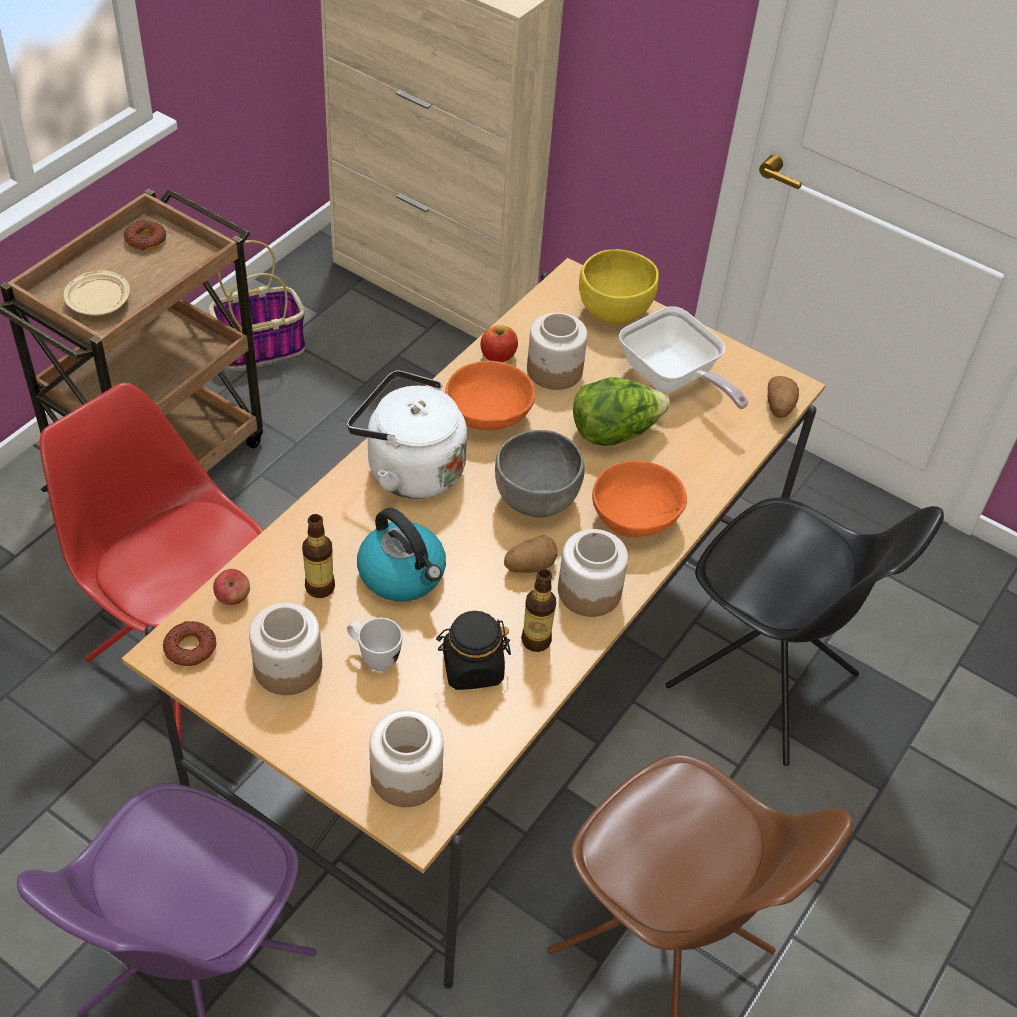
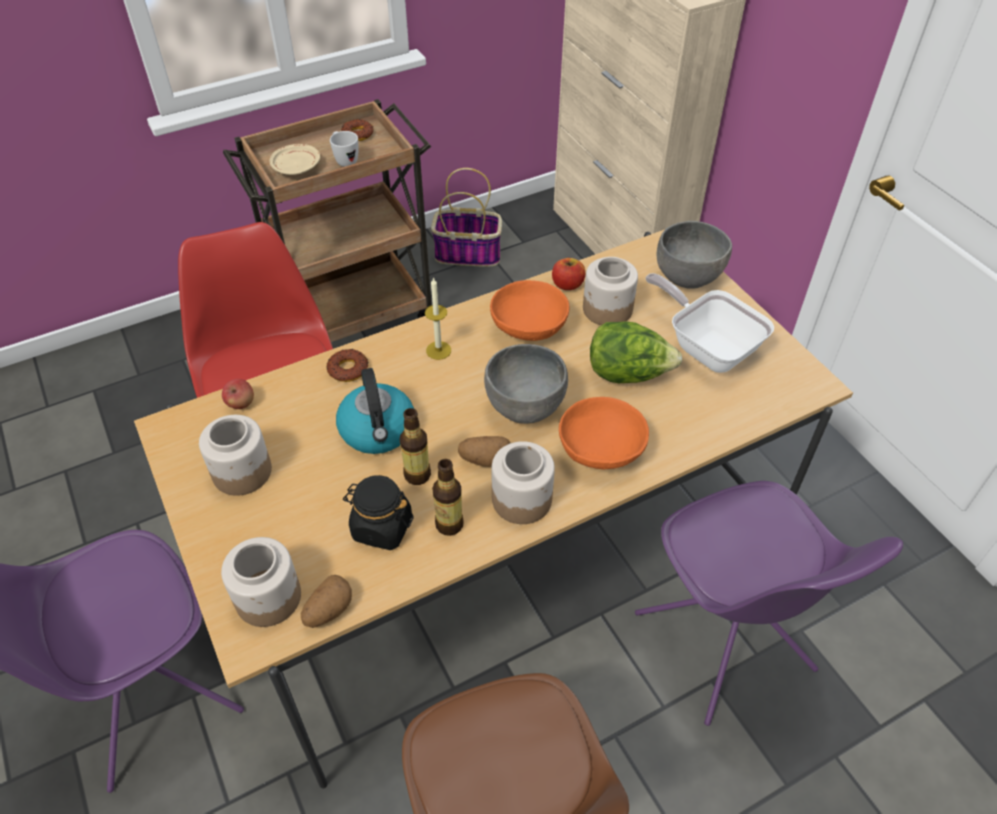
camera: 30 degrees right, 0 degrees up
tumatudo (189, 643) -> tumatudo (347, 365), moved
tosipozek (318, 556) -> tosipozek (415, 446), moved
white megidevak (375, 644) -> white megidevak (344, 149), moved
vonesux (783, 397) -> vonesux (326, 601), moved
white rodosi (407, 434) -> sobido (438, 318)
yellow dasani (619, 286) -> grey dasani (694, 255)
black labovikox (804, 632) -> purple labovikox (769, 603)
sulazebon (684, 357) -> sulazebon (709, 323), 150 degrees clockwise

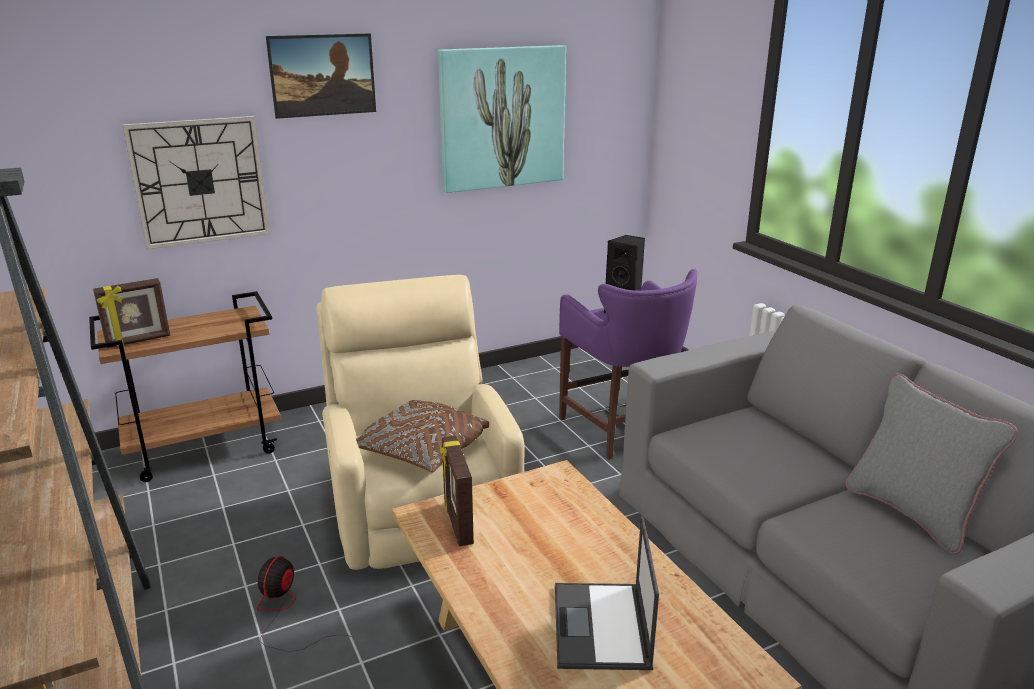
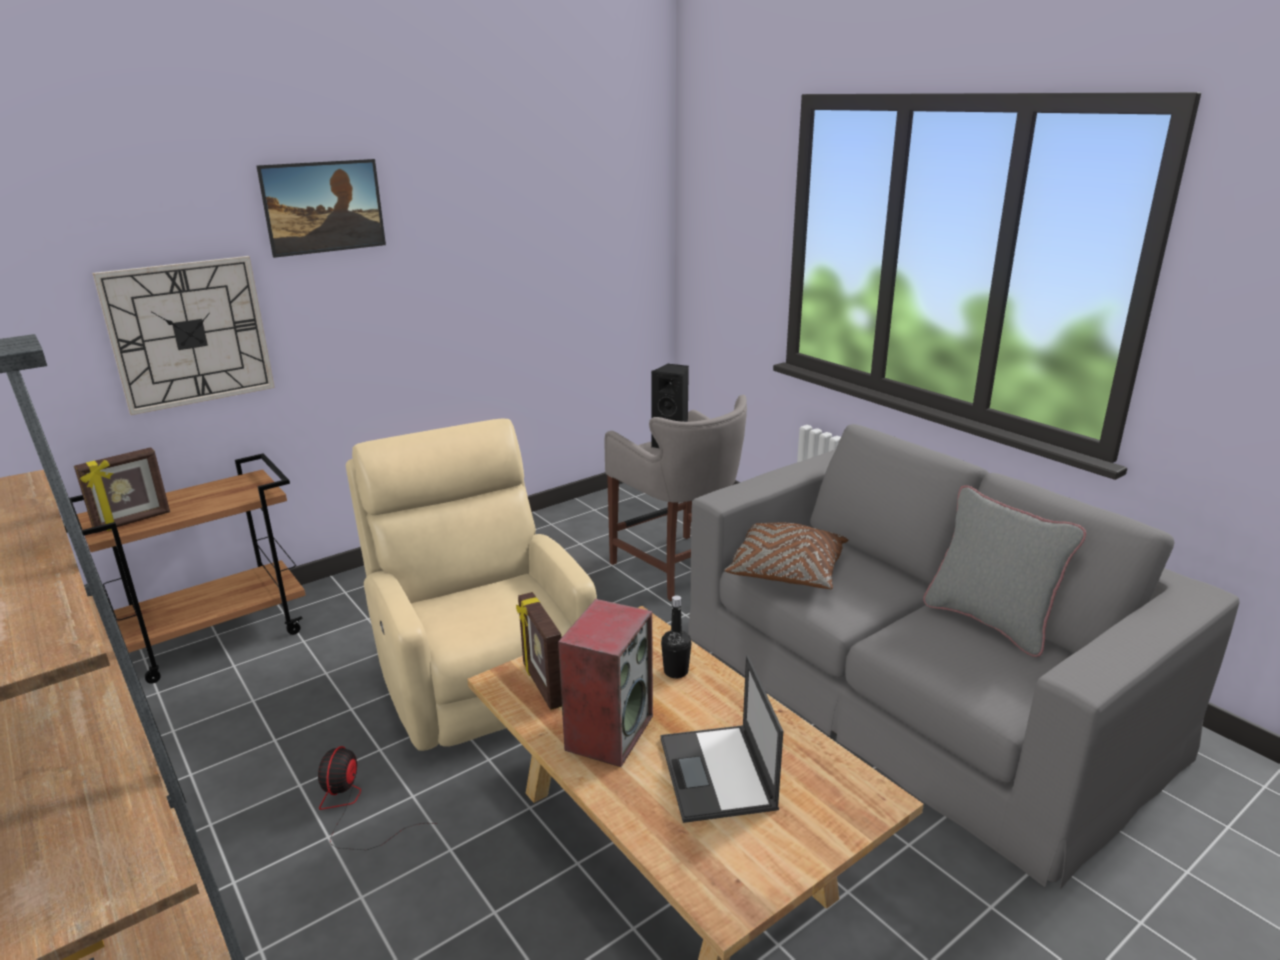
camera: 10 degrees left, 0 degrees up
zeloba (502, 119) -> none
none -> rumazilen (605, 683)
none -> black tosipozek (676, 636)
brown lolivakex (422, 436) -> brown lolivakex (786, 556), moved
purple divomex (628, 364) -> grey divomex (676, 498)

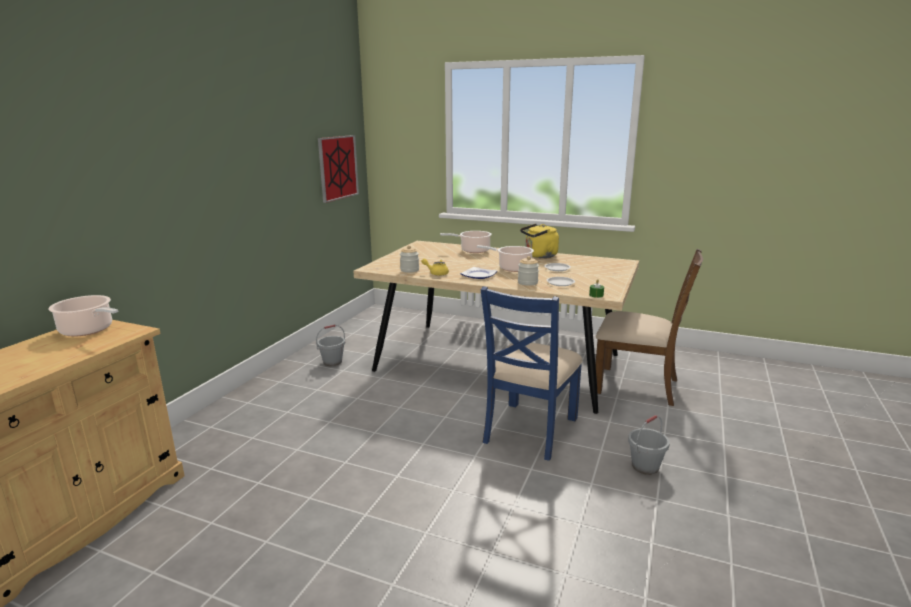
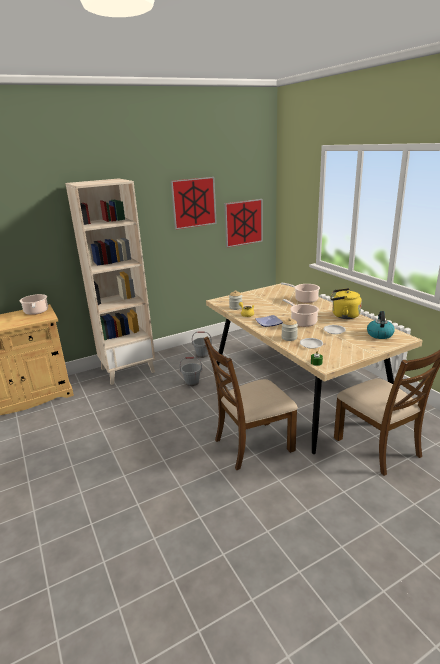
camera: 40 degrees right, 5 degrees up
none -> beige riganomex (110, 281)
none -> zeloba (194, 203)
none -> rodosi (381, 325)
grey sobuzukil (649, 445) -> grey sobuzukil (191, 371), moved
blue labovikox (532, 373) -> brown labovikox (251, 403)

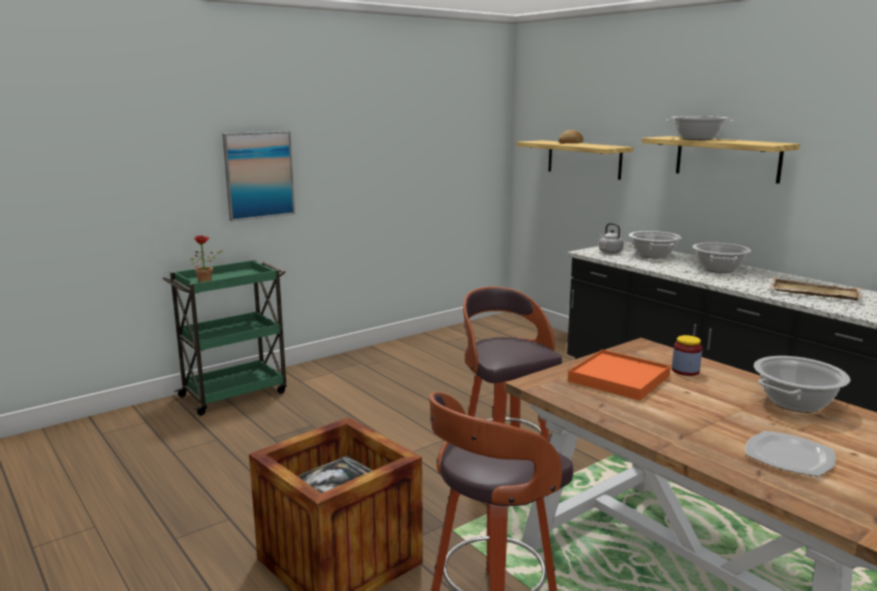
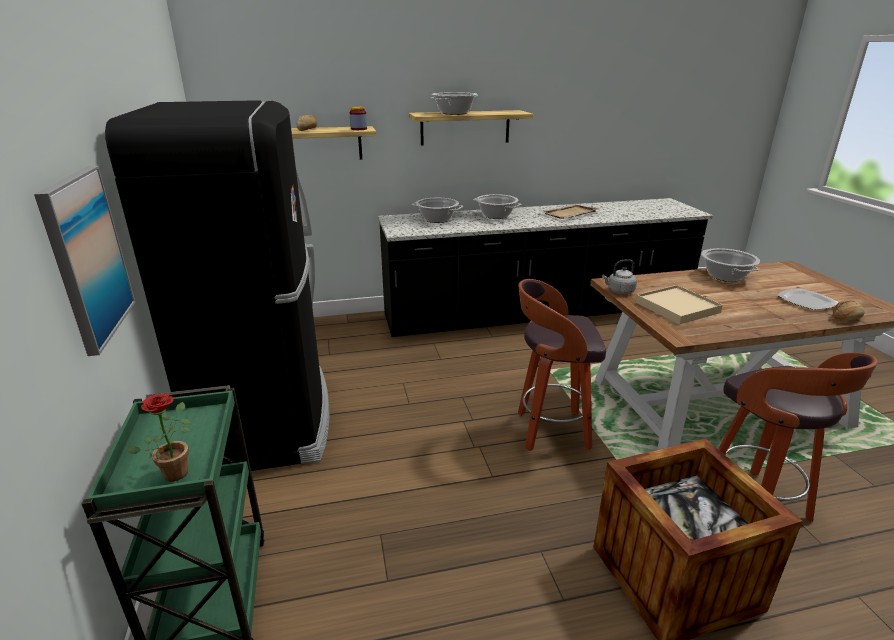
camera: 65 degrees left, 10 degrees up
none -> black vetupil (217, 285)
none -> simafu (849, 311)
grey rodosi (611, 238) -> grey rodosi (619, 276), moved
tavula (687, 355) -> tavula (358, 118), moved
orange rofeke (619, 375) -> beige rofeke (679, 305)

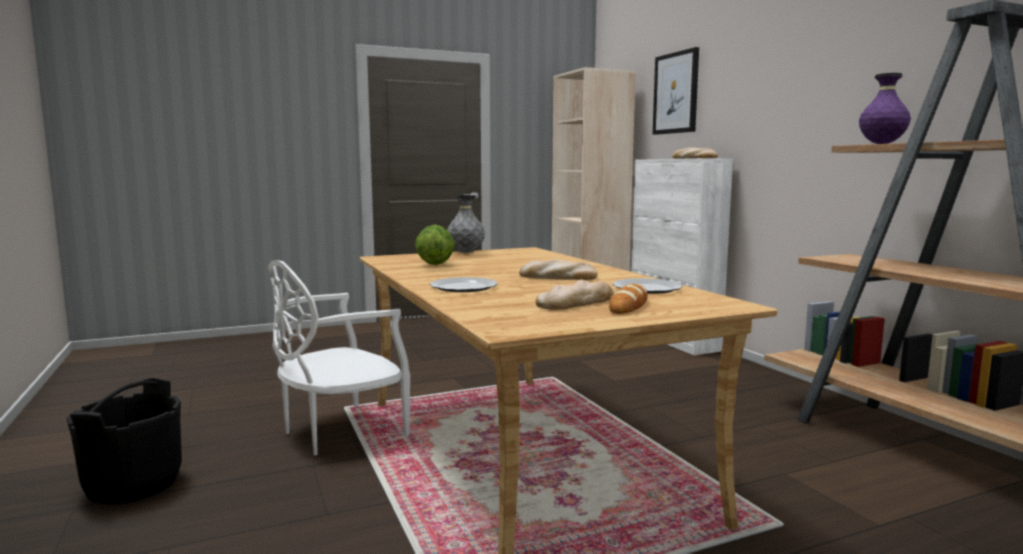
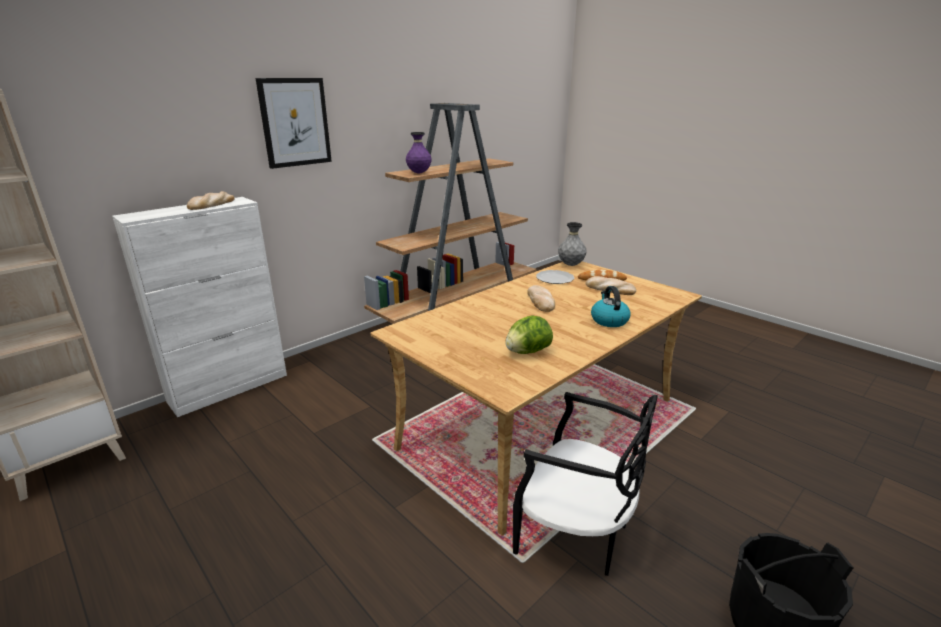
camera: 110 degrees left, 15 degrees up
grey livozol (466, 224) -> grey livozol (572, 244), moved
zeloba (676, 91) -> zeloba (294, 123), moved
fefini (463, 284) -> rodosi (610, 306)
white labovikox (339, 357) -> black labovikox (585, 484)

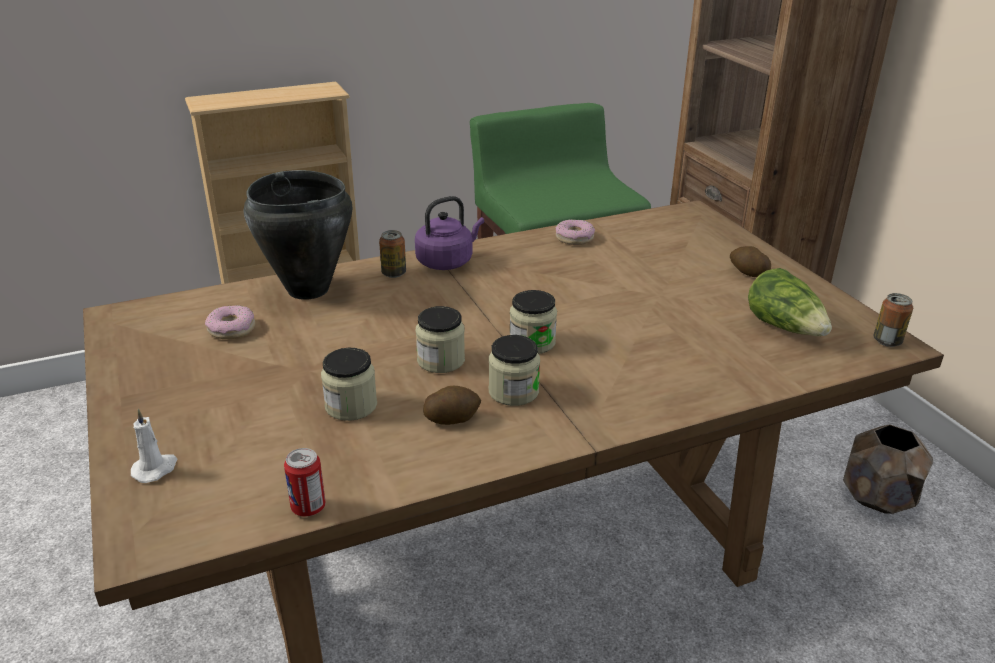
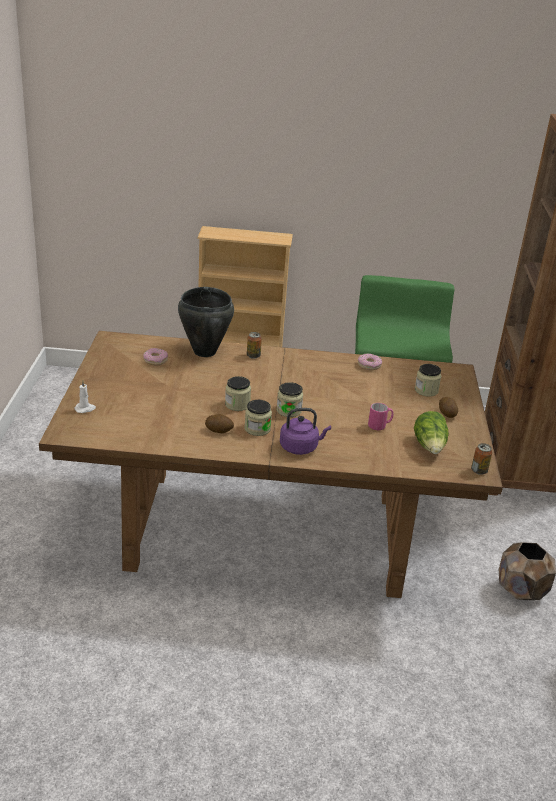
camera: 25 degrees right, 0 degrees up
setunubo (305, 482) -> none
none -> pink megidevak (380, 416)
tavula (349, 384) -> tavula (428, 380), moved
purple rodosi (449, 233) -> purple rodosi (305, 431), moved

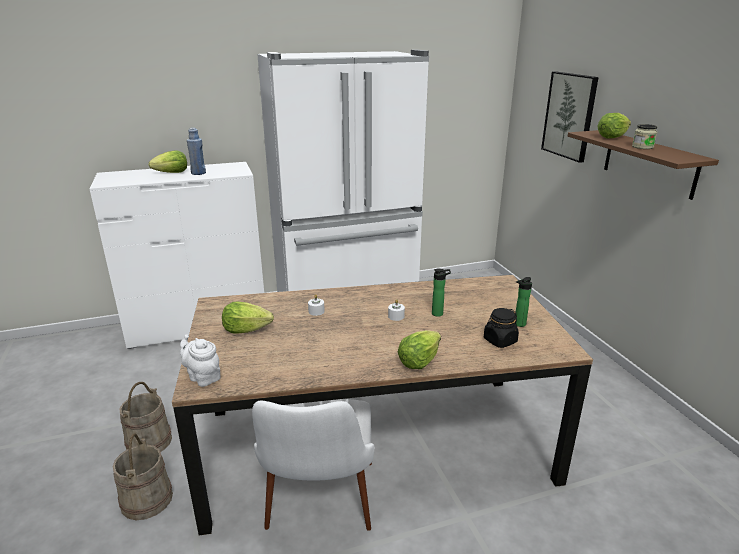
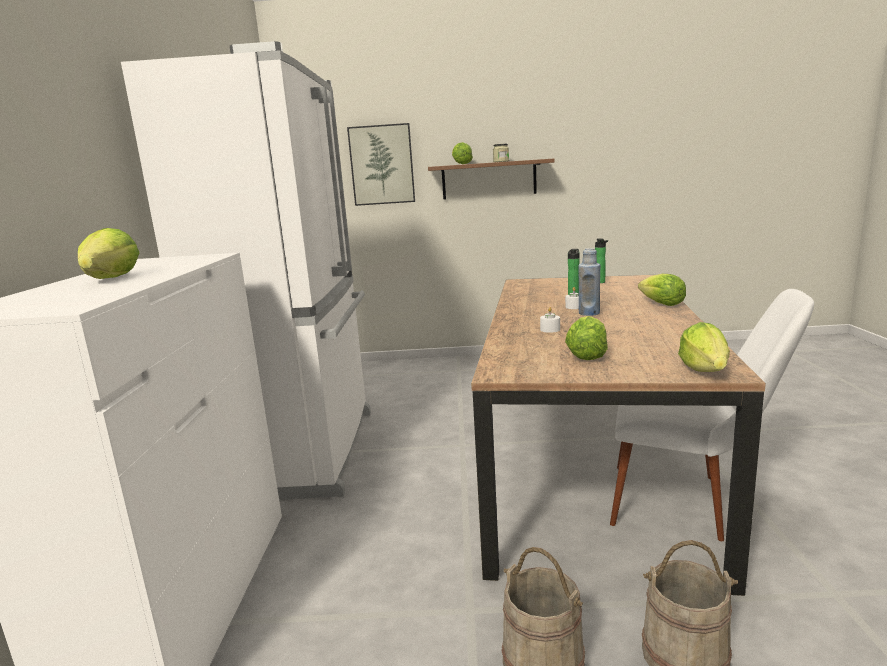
camera: 70 degrees left, 10 degrees down
black tavula (501, 328) -> none
blue tosipozek (196, 151) -> blue tosipozek (590, 282), moved
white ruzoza (200, 360) -> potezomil (704, 347)

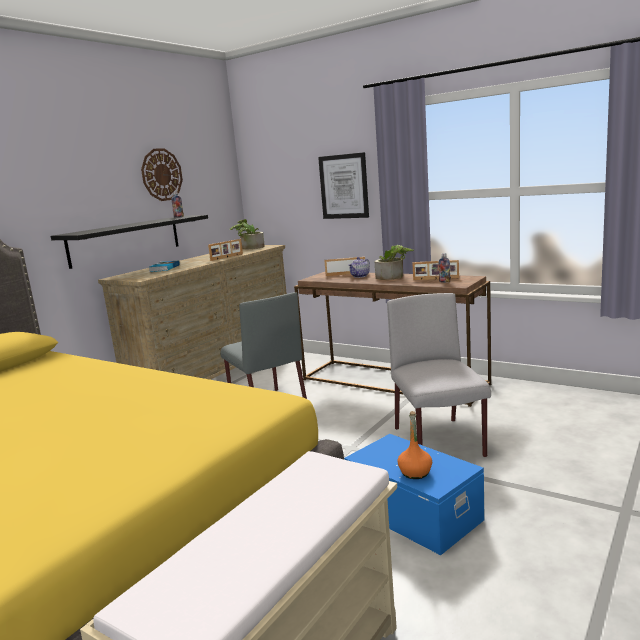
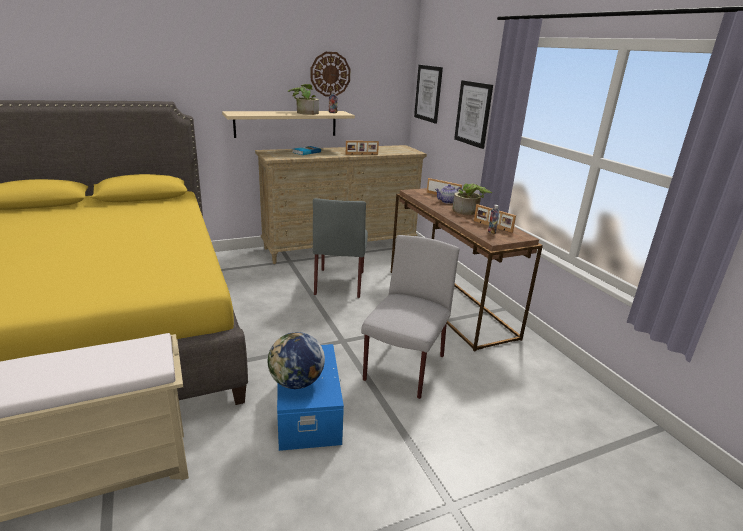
camera: 30 degrees right, 10 degrees up
none -> zeloba (428, 94)
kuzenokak (247, 234) -> kuzenokak (303, 99), moved
orange tosipozek (414, 445) -> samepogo (296, 360)
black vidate (129, 242) -> beige vidate (288, 124)

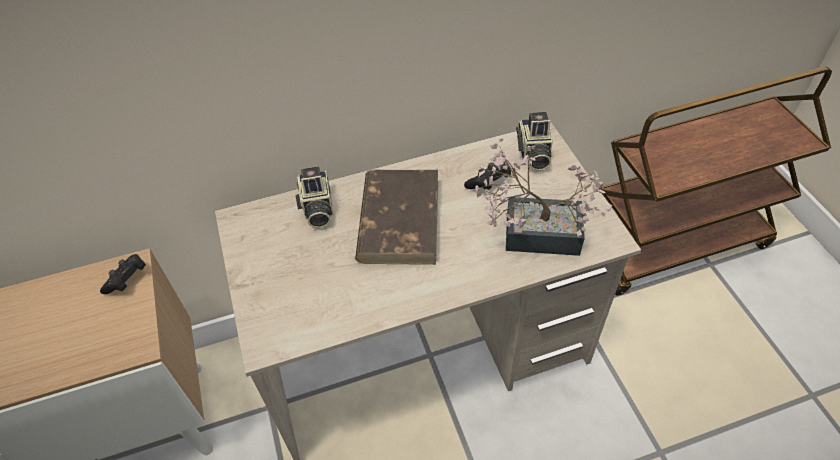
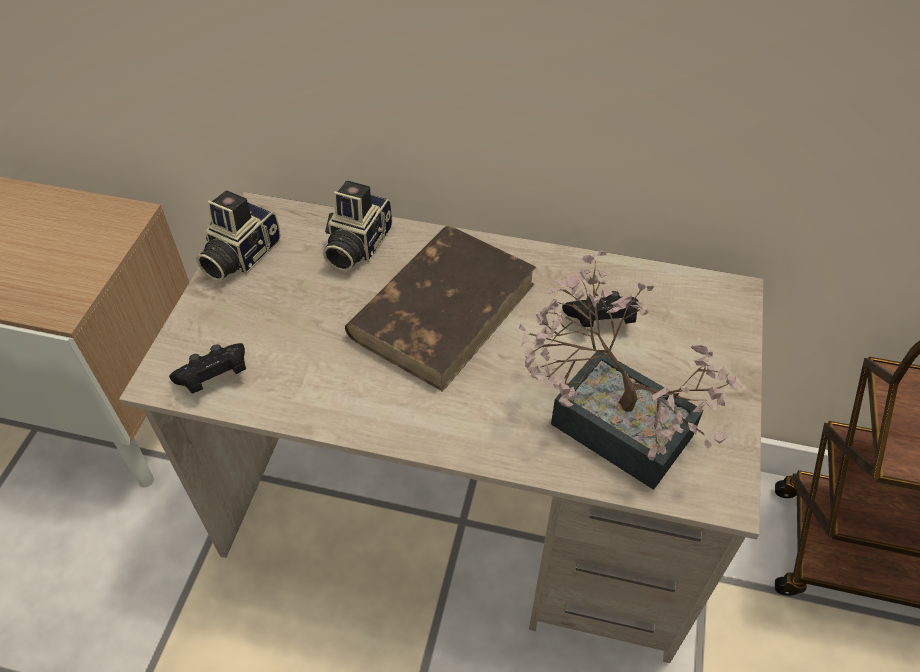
camera: 30 degrees right, 0 degrees up
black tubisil (123, 274) -> black tubisil (207, 368), moved
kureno (534, 141) -> kureno (238, 235), moved

